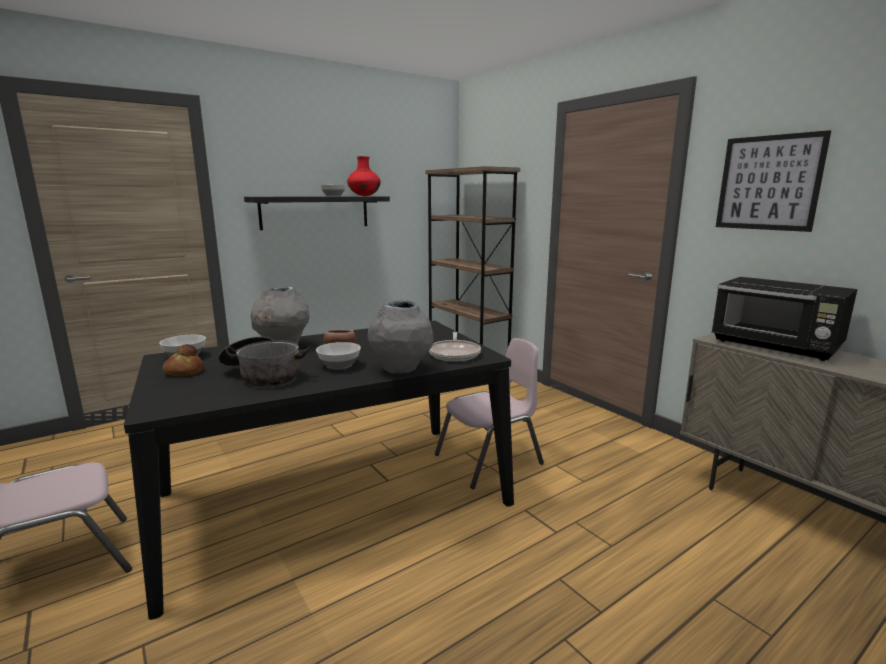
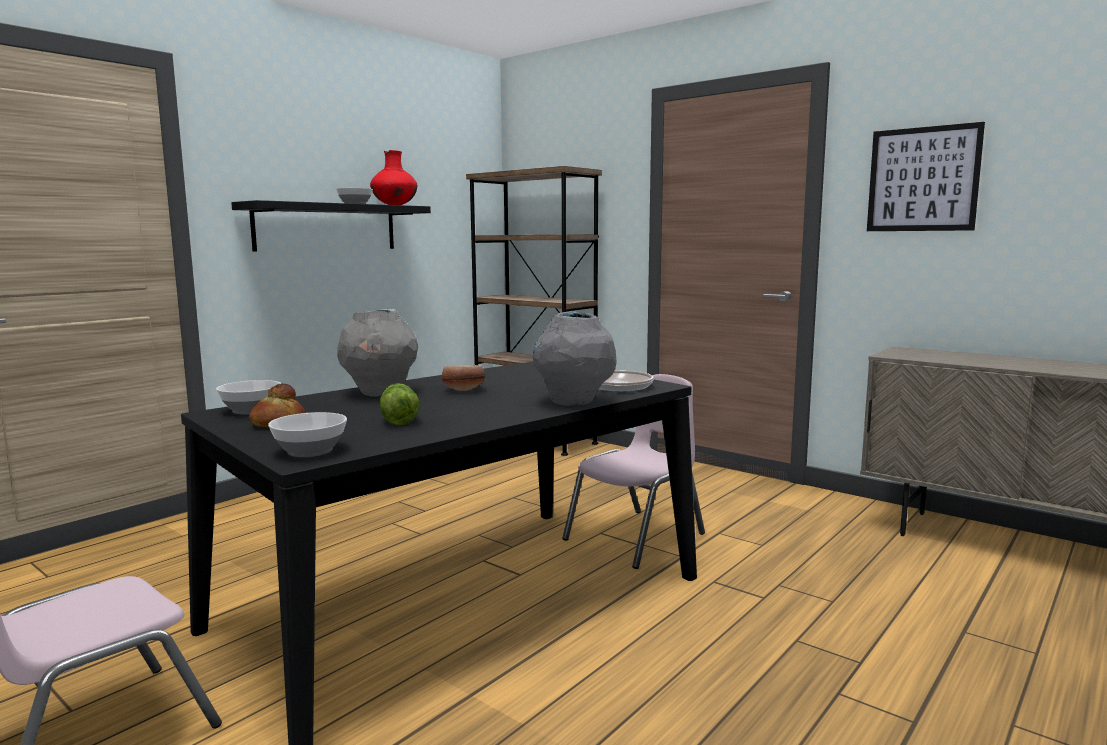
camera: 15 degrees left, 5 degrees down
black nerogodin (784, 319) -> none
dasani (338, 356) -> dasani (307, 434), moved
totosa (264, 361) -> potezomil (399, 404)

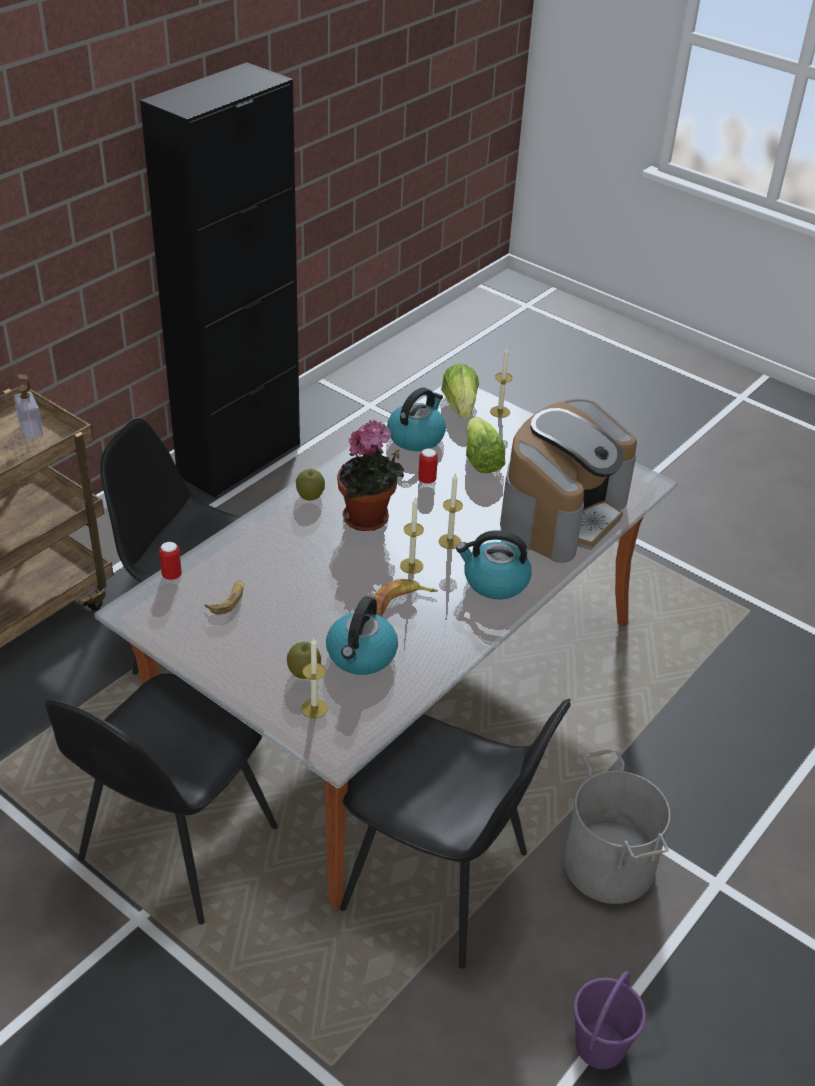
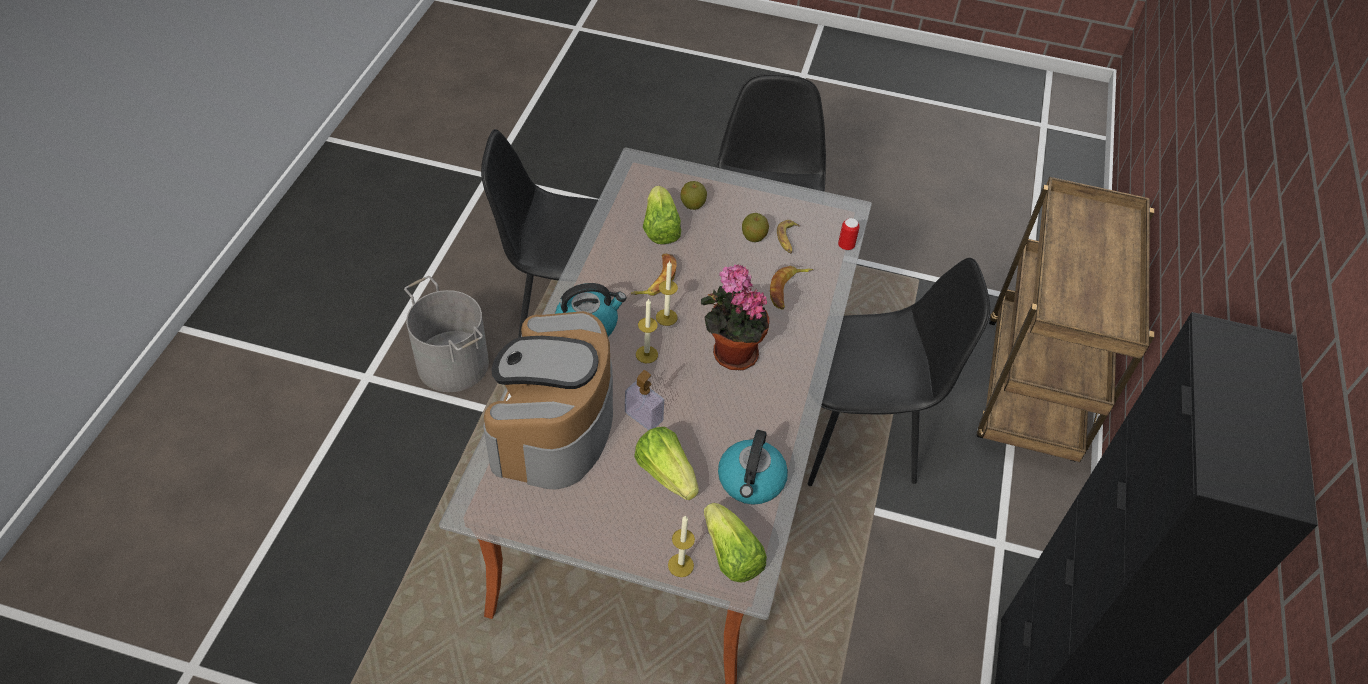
camera: 155 degrees right, 10 degrees up
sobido (314, 678) -> none
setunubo (428, 466) -> none
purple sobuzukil (610, 1020) -> none
none -> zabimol (791, 288)
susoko (28, 406) -> susoko (644, 400), moved
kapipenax (310, 485) -> kapipenax (755, 227), moved
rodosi (362, 635) -> potezomil (662, 215)

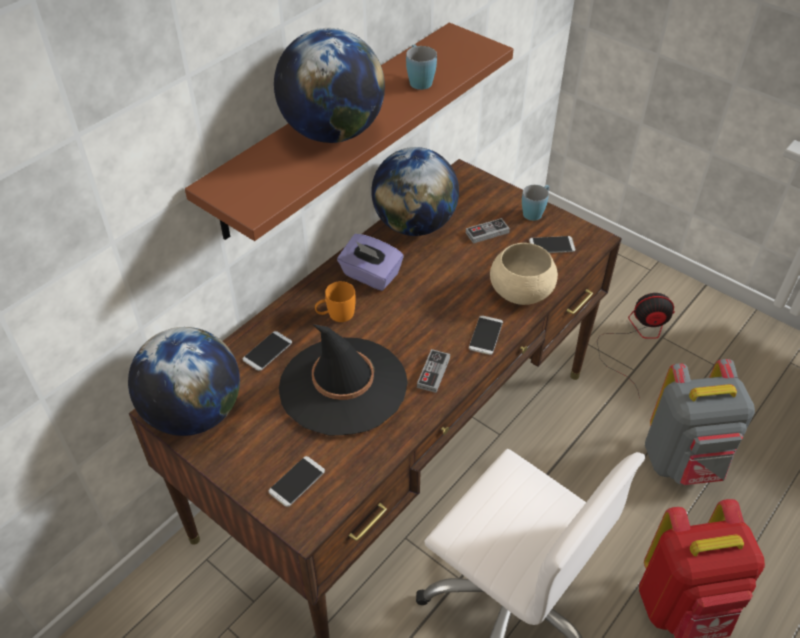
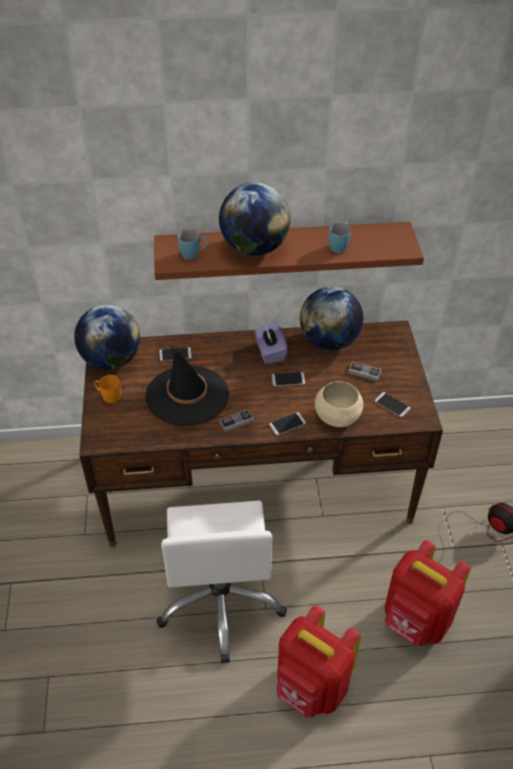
camera: 45 degrees right, 0 degrees up
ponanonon (296, 481) -> ponanonon (288, 379), moved
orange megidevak (335, 301) -> orange megidevak (107, 389), moved
blue megidevak (535, 203) -> blue megidevak (193, 244), moved
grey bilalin (700, 422) -> red bilalin (427, 593)

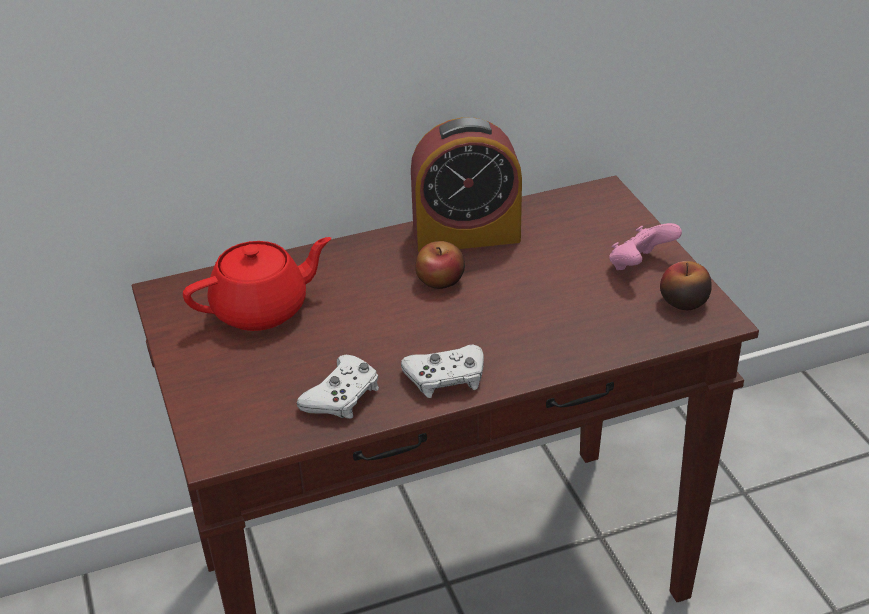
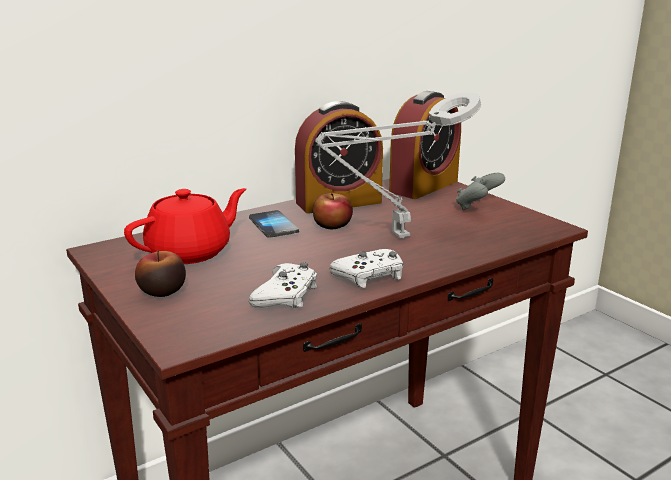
camera: 15 degrees left, 15 degrees down
none -> ponanonon (274, 224)
none -> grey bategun (398, 165)
none -> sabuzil (425, 145)
kapipenax (686, 285) -> kapipenax (160, 273), moved
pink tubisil (645, 246) -> grey tubisil (480, 191)

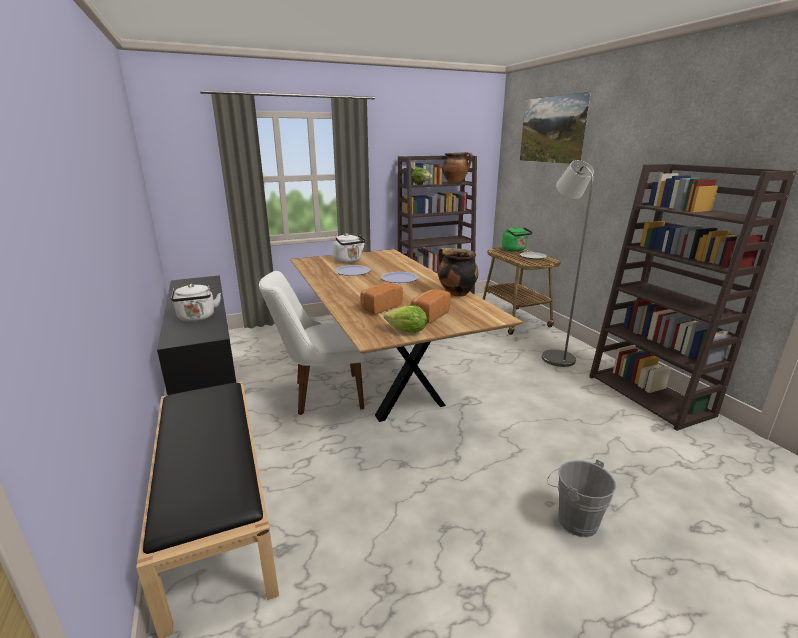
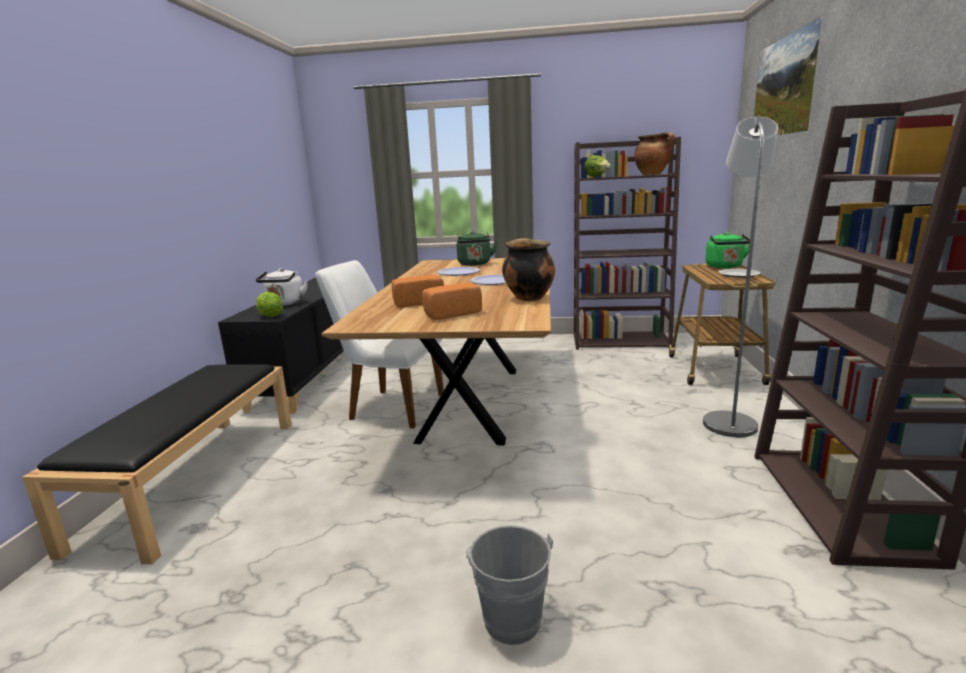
camera: 30 degrees right, 5 degrees down
potezomil (405, 319) -> potezomil (269, 304), moved
white rodosi (349, 248) -> green rodosi (477, 248)

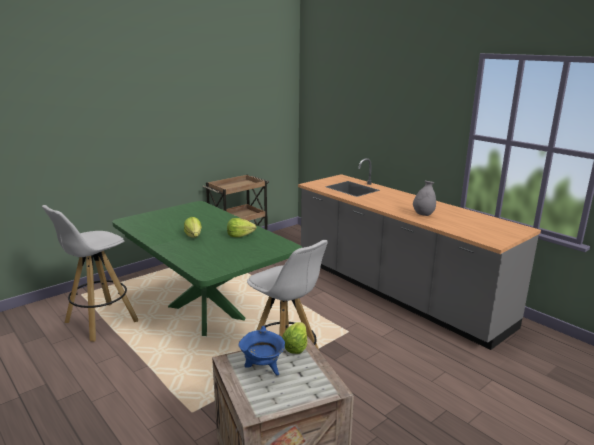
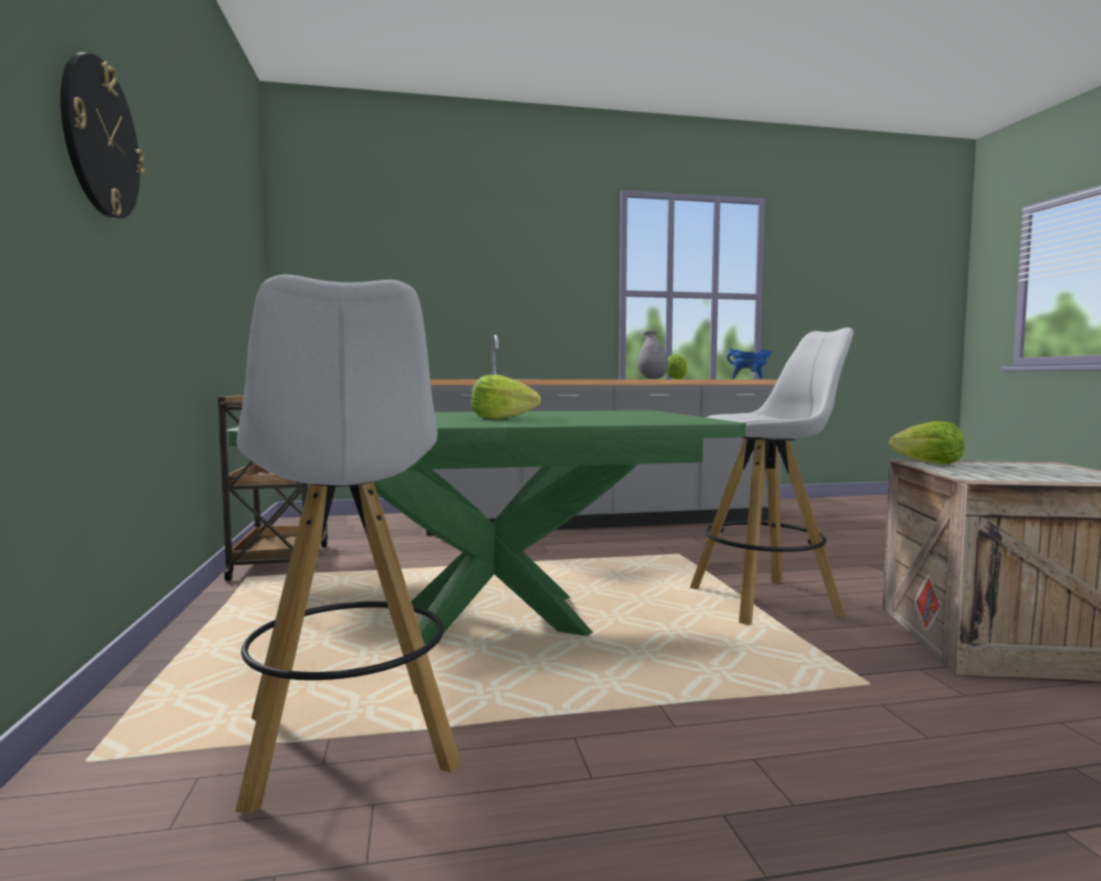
camera: 60 degrees left, 15 degrees down
none -> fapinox (102, 135)
potezomil (241, 227) -> potezomil (676, 366), moved
blue totosa (261, 350) -> blue totosa (749, 363), moved

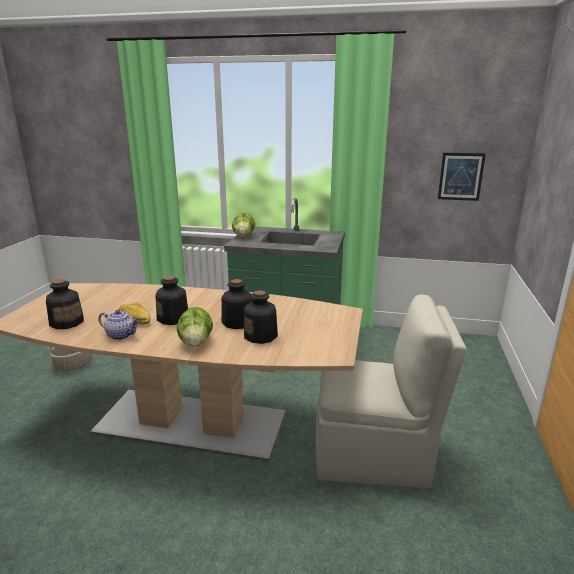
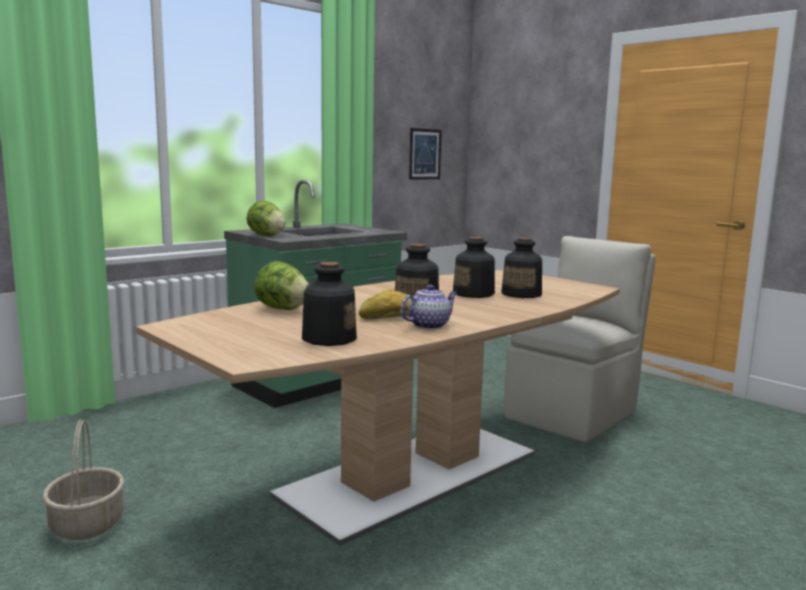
camera: 55 degrees left, 10 degrees down
potezomil (195, 327) -> potezomil (281, 285), moved

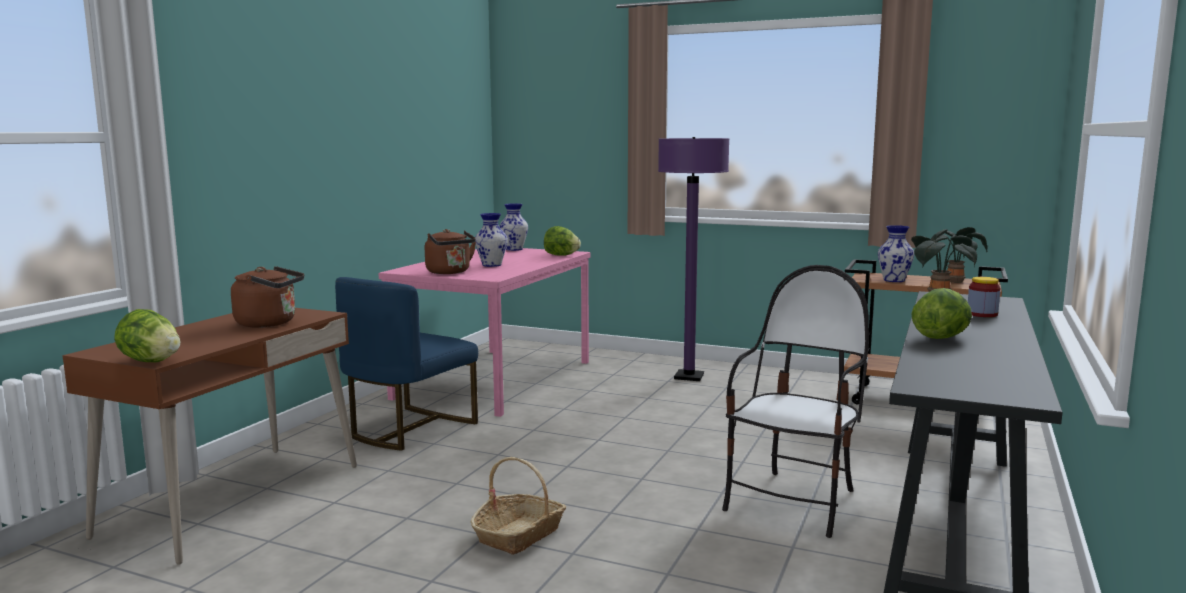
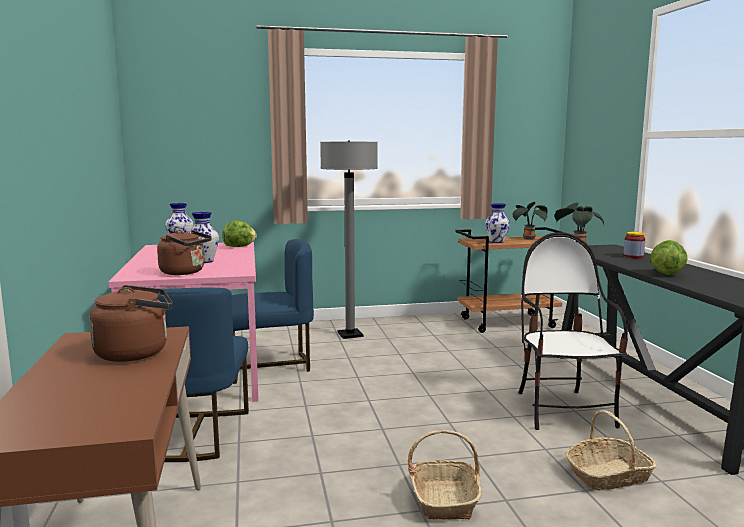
camera: 35 degrees left, 0 degrees up
potezomil (147, 335) -> none
none -> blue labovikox (273, 311)
none -> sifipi (611, 450)
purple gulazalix (694, 259) -> grey gulazalix (349, 240)

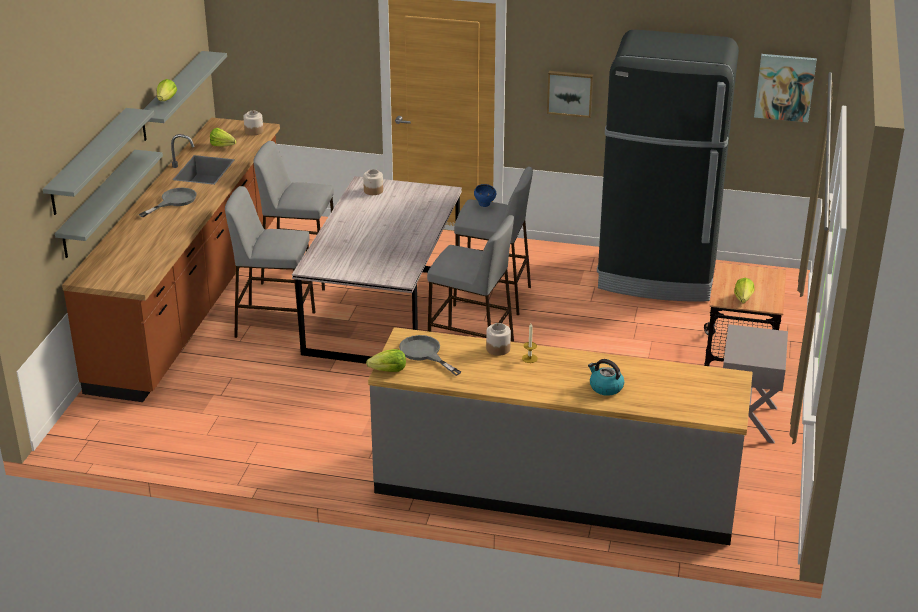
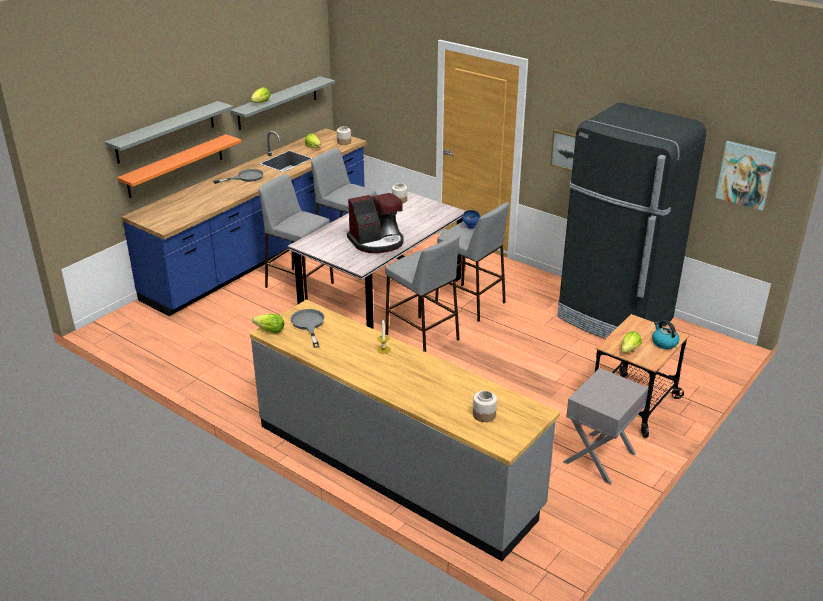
camera: 25 degrees right, 0 degrees up
none -> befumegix (375, 223)
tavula (498, 339) -> tavula (485, 406), moved
rodosi (606, 377) -> rodosi (666, 334), moved
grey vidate (109, 204) -> orange vidate (179, 166)
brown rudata (171, 259) -> blue rudata (244, 222)

